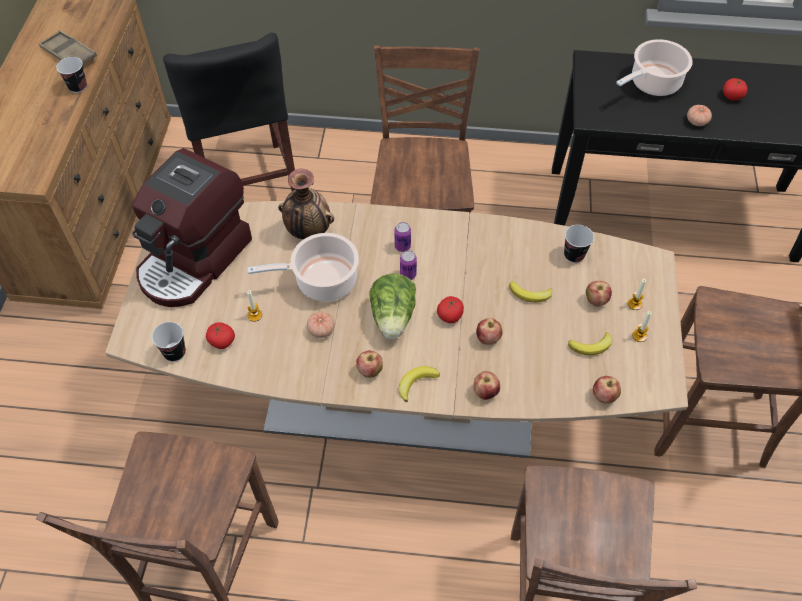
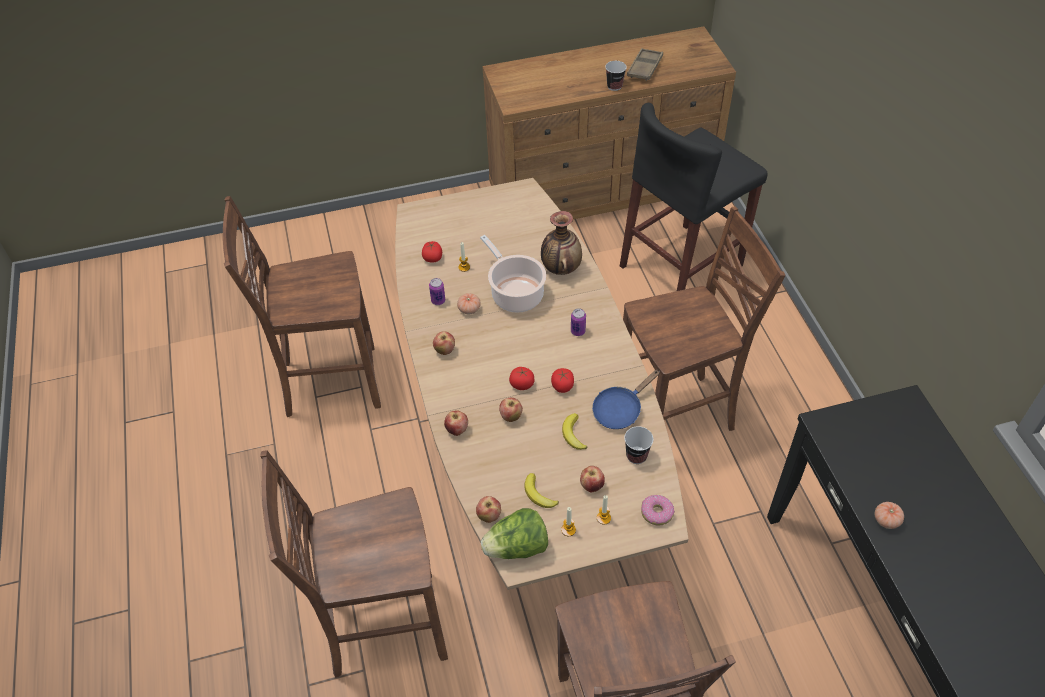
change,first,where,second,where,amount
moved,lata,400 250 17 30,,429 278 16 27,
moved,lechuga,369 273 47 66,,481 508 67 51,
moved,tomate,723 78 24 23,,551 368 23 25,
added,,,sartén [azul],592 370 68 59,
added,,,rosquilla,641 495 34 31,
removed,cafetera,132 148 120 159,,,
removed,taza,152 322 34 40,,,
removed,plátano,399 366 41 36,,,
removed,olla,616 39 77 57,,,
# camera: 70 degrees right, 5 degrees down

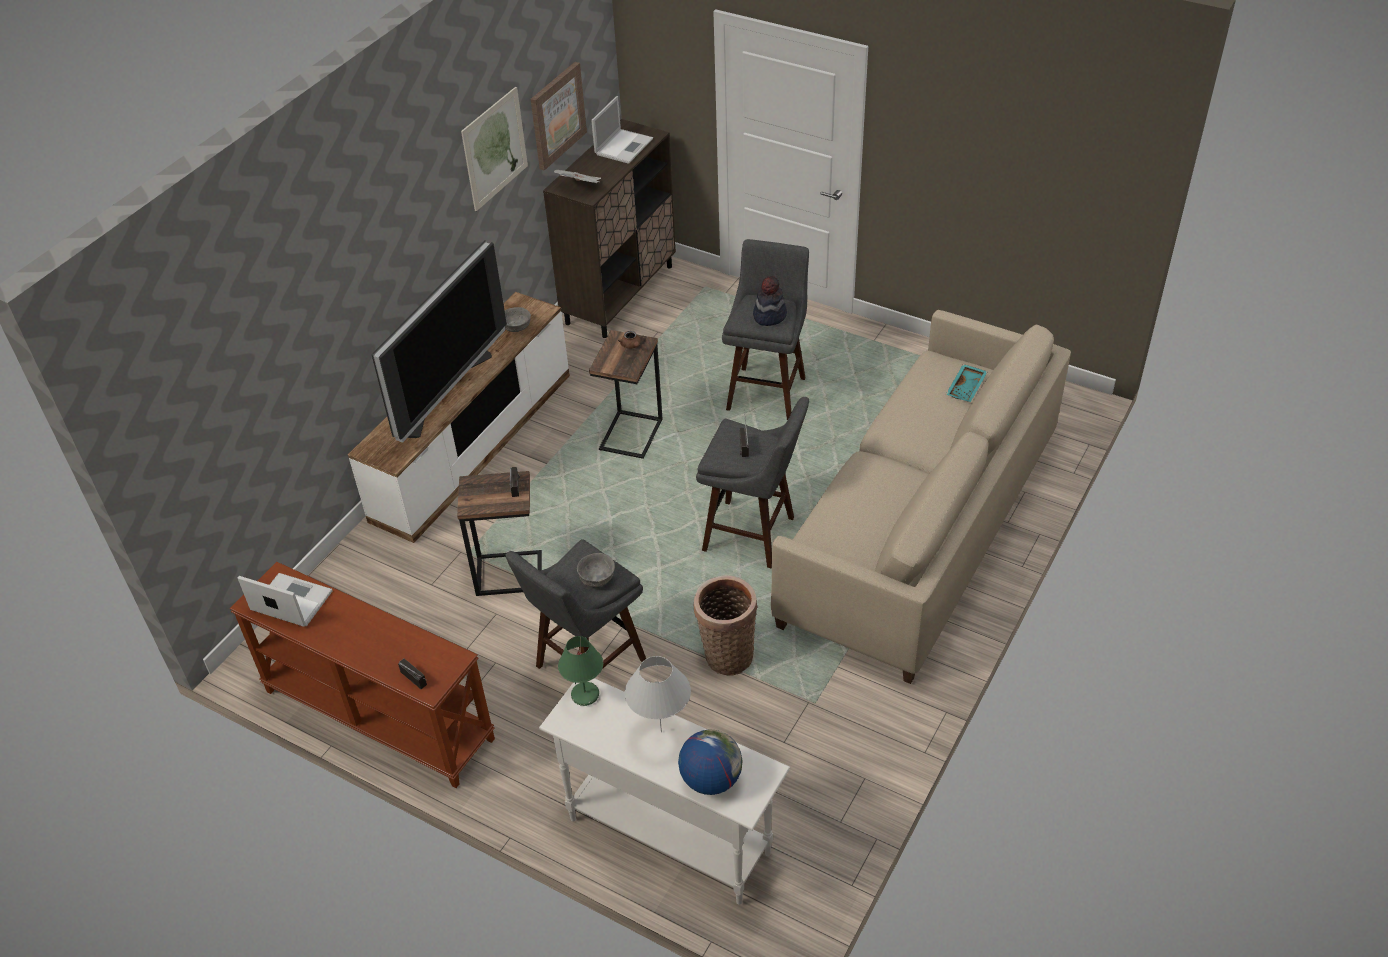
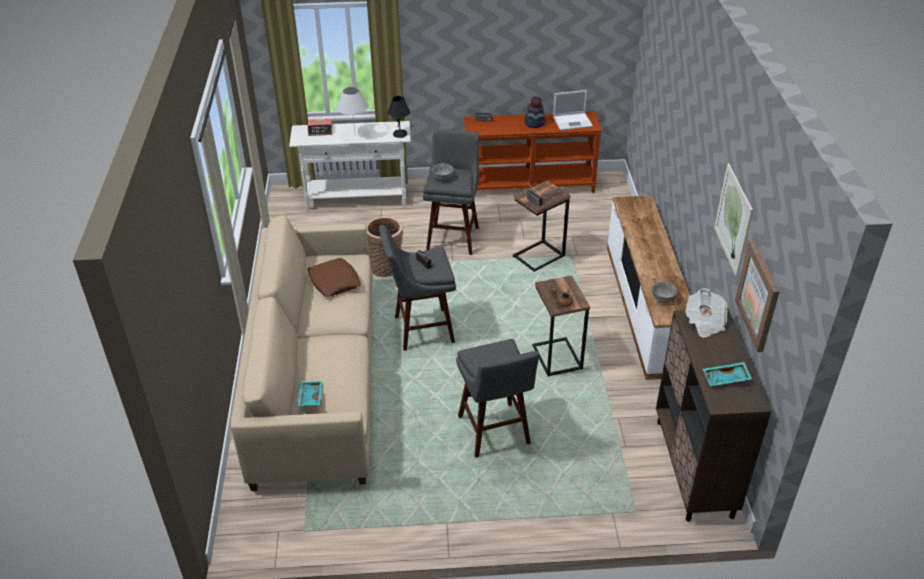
change,first,where,second,where,amount
replaced,globo terráqueo,678 730 65 65,despertador,307 119 26 17,
added,,,cojín [marrón],307 258 54 39,
recoloured,lámpara de mesa [verde],558 636 45 70,lámpara de mesa [negro],388 96 22 42,
moved,sombrero,753 276 34 50,,524 96 22 32,
replaced,portátil,591 96 62 68,bandeja [turquesa],703 362 49 24,
removed,televisor,371 240 136 203,,,
# camera: 145 degrees right, 5 degrees down

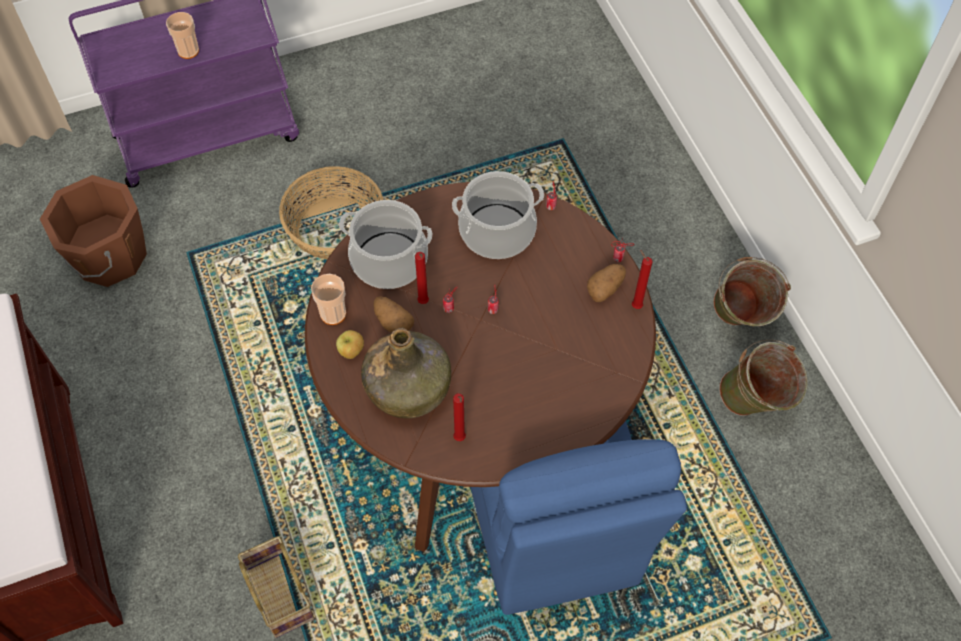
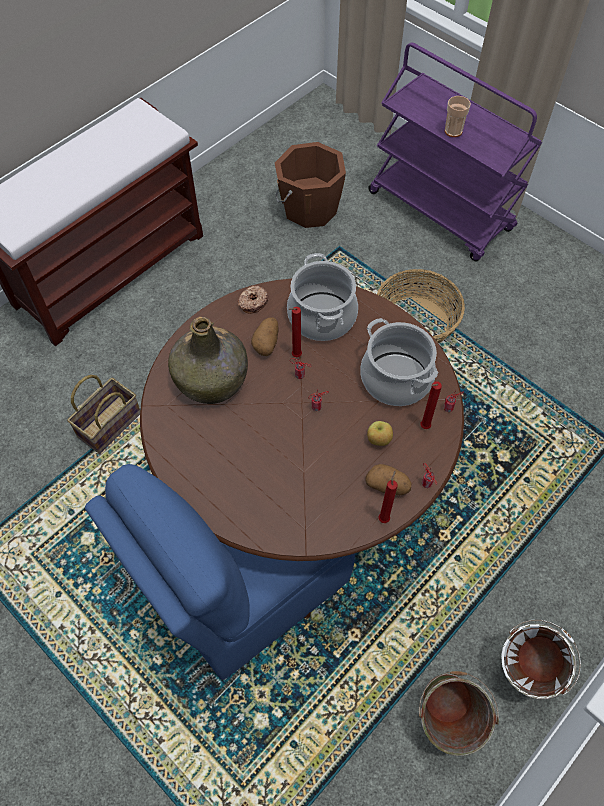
change,first,where,second,where,amount
replaced,taza,311 274 35 51,rosquilla,238 285 31 29,
moved,manzana,336 330 28 29,,367 421 26 25,
moved,vela [rojo],453 393 13 48,,420 381 22 48,
recoloured,cubo [verde],713 257 78 69,cubo [blanco],501 620 80 79,
# camera: 65 degrees right, 0 degrees up

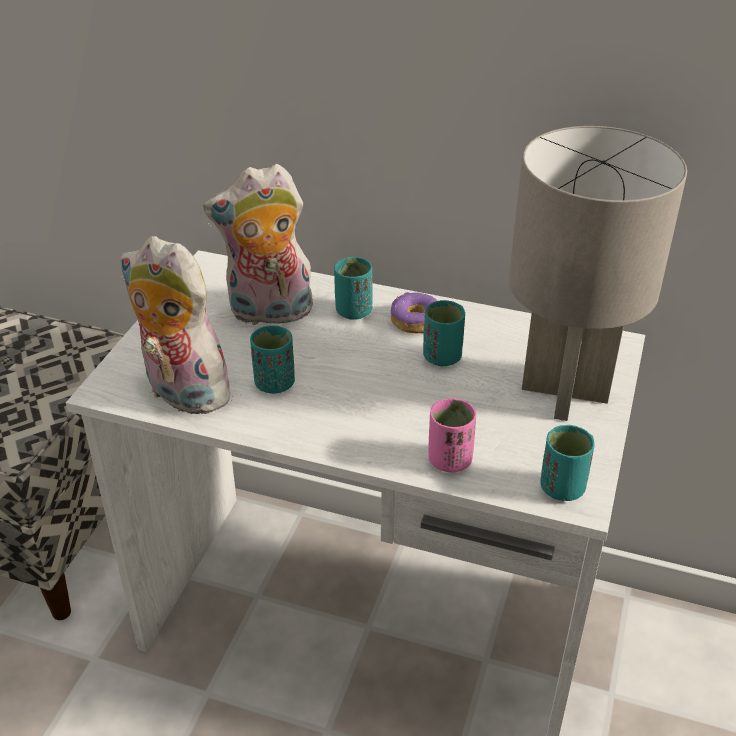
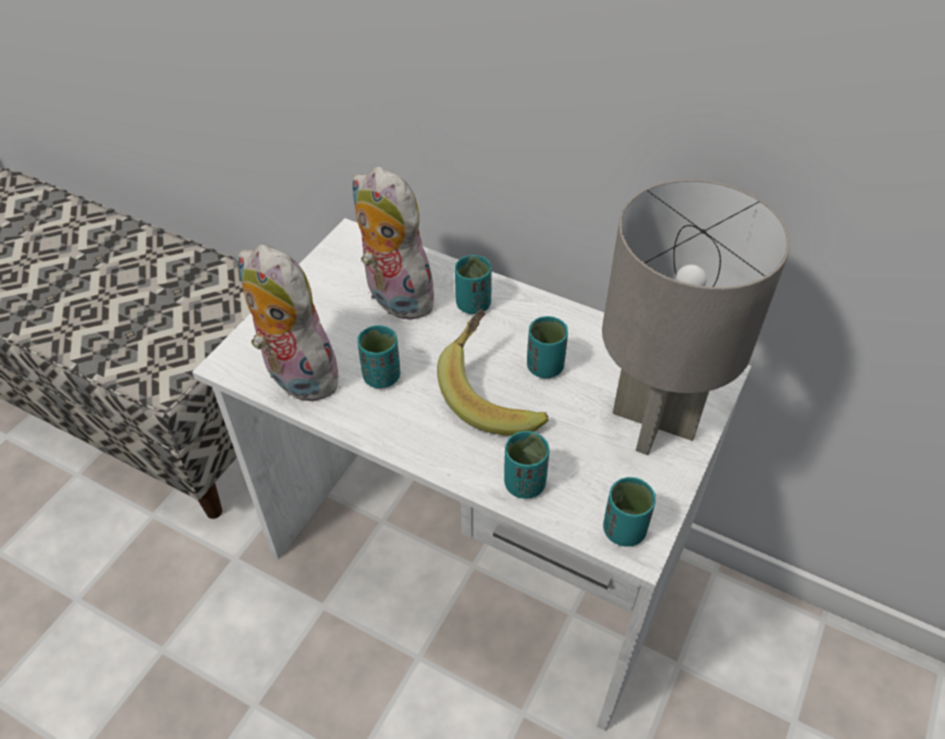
change,first,where,second,where,amount
turned,peluche,203 164 110 161,,352 166 88 154,45 degrees clockwise
added,,,plátano,437 309 112 127,
recoloured,taza [rosa],429 398 47 74,taza [turquesa],504 431 45 68,
removed,rosquilla,391 292 47 41,,,
# camera: 10 degrees right, 10 degrees up

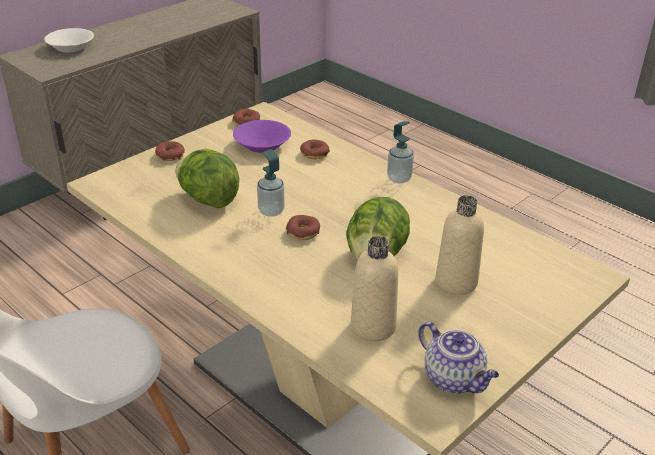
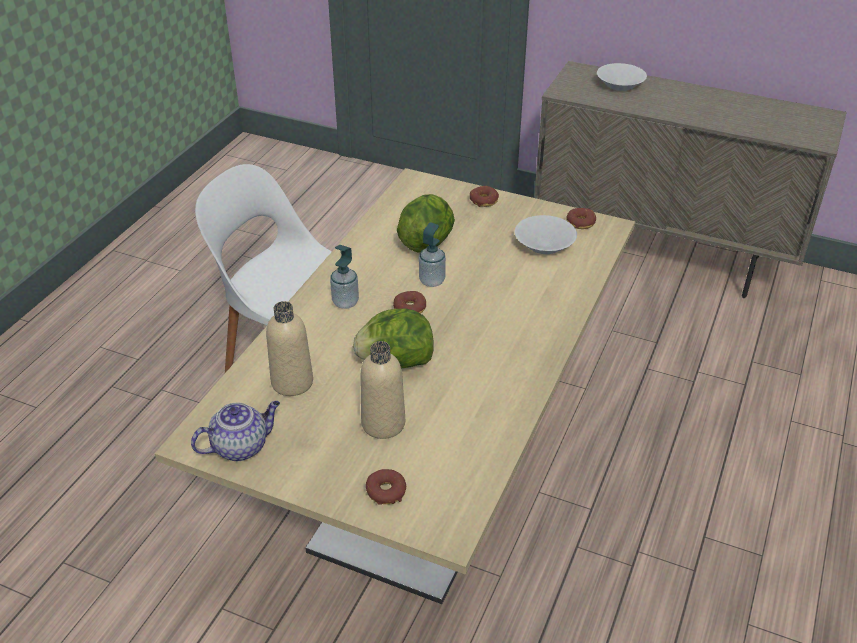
change,first,where,second,where,amount
turned,tetera,418 322 81 71,,191 401 89 60,150 degrees counterclockwise
moved,dispensador de jabón,387 121 27 62,,330 245 29 64,
moved,rosquilla,300 139 30 20,,366 469 40 36,
recoloured,cuenco [morado],233 120 58 33,cuenco [blanco],515 215 62 39,
# camera: 70 degrees right, 5 degrees up

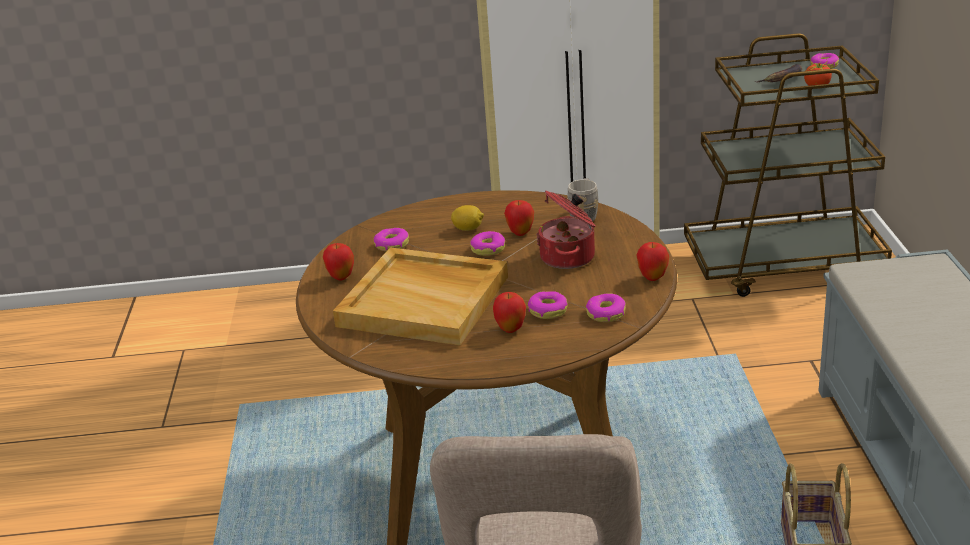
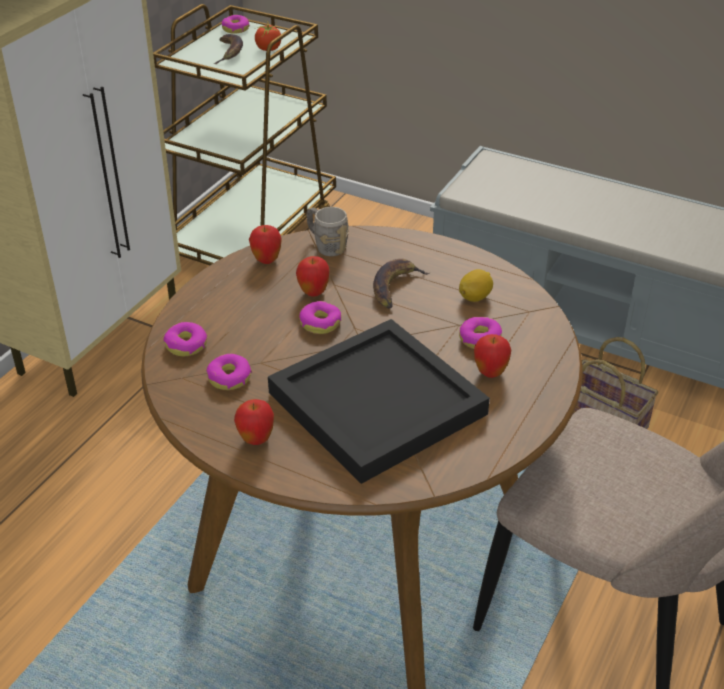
change,first,where,second,where,amount
moved,rosquilla,586 293 40 29,,163 322 44 34,
moved,manzana,636 242 33 39,,249 225 33 39,
recoloured,bandeja [beis],333 247 175 99,bandeja [negro],268 319 222 165,
replaced,olla,536 191 60 78,plátano,373 259 56 50,
moved,limón,451 205 33 26,,459 269 34 33,
# camera: 60 degrees left, 10 degrees up

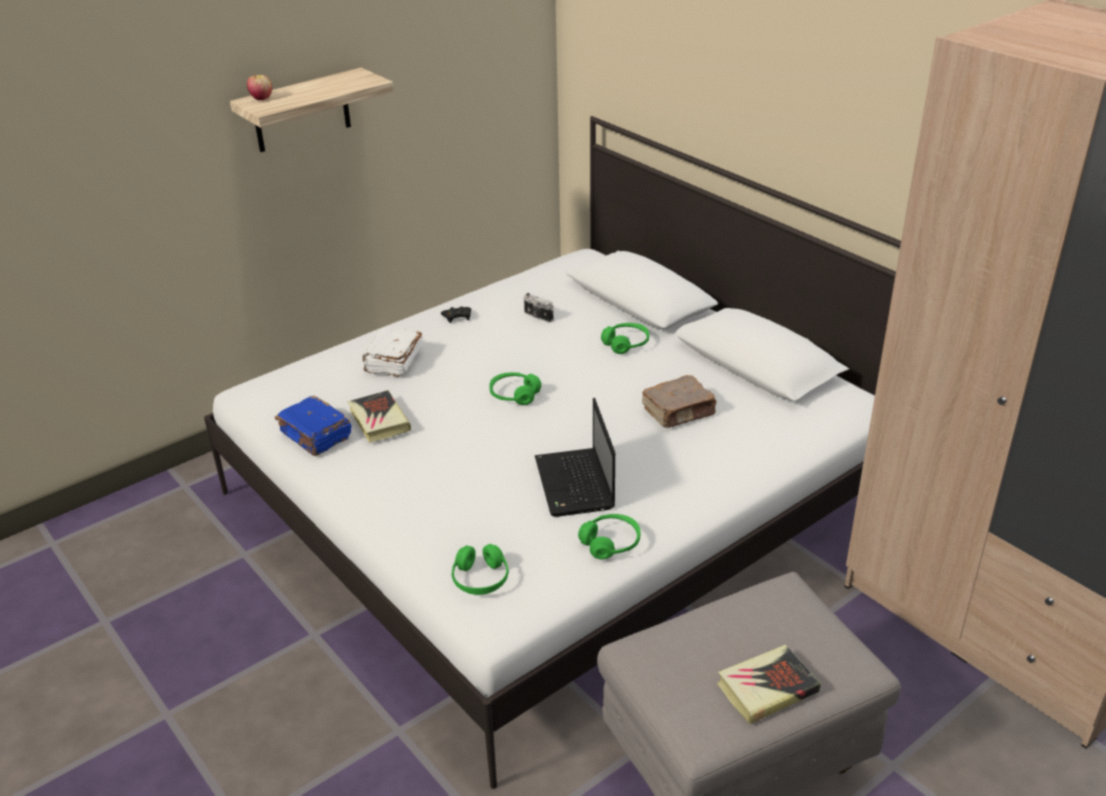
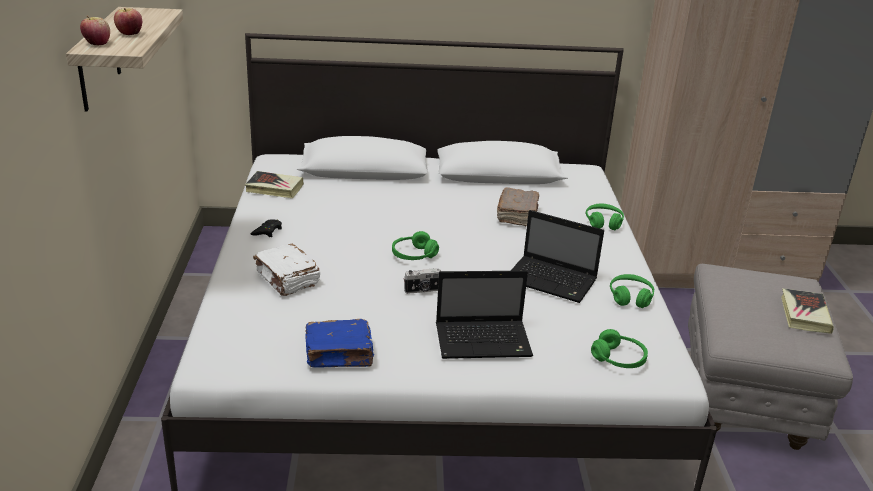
change,first,where,second,where,amount
added,,,manzana,114 8 28 27,
moved,libro,347 390 64 53,,245 171 59 27,
moved,cámara,524 293 29 30,,404 268 37 26,
added,,,portátil,436 271 97 88,
moved,auriculares [verde],601 323 48 31,,586 203 38 27,
# camera: 55 degrees left, 5 degrees down

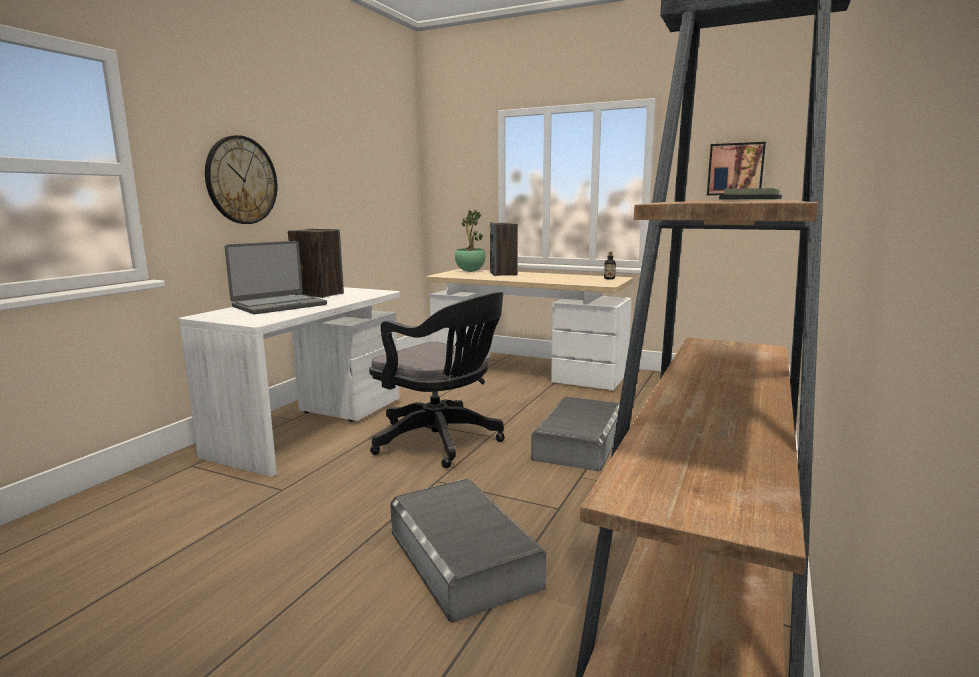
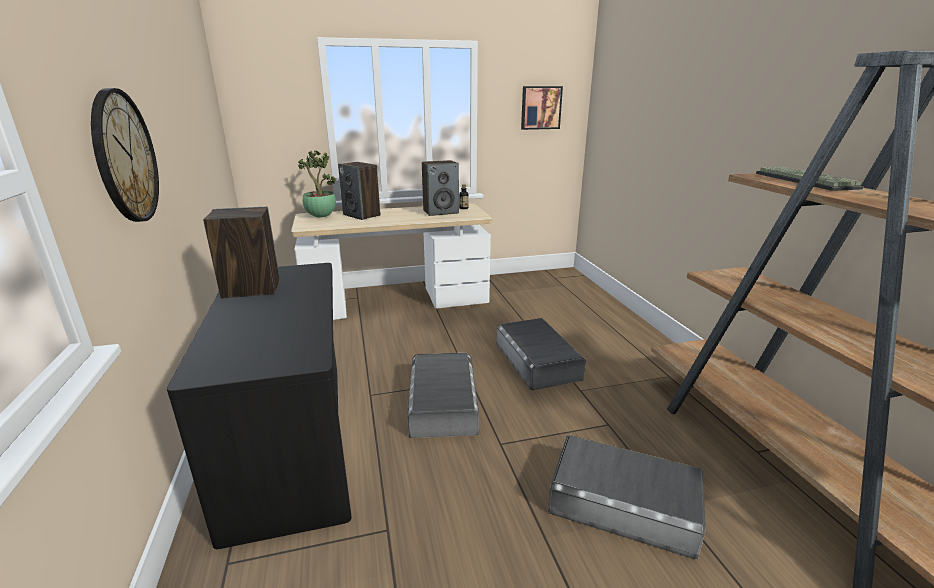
change,first,where,second,where,amount
recoloured,escritorio [blanco],179 287 221 189,escritorio [negro],167 263 185 286,
replaced,silla de oficina [negro],369 292 136 176,caja de almacenaje [gris],408 353 71 85,
added,,,altavoz,422 160 37 56,
removed,portátil,225 241 102 73,,,
# camera: 40 degrees left, 10 degrees up

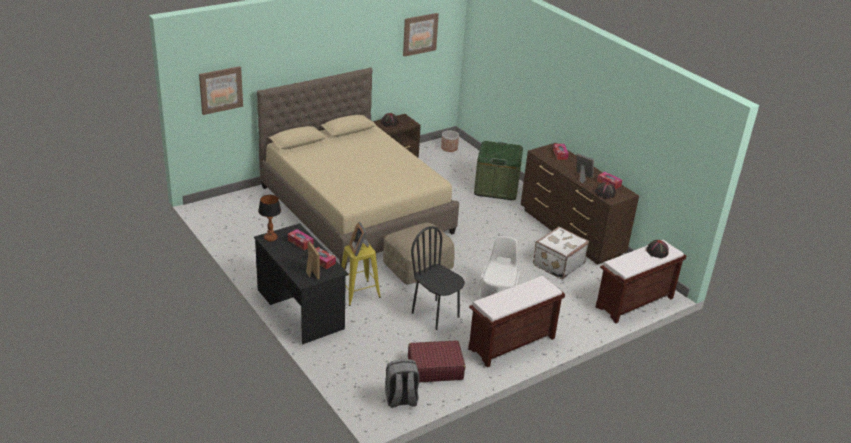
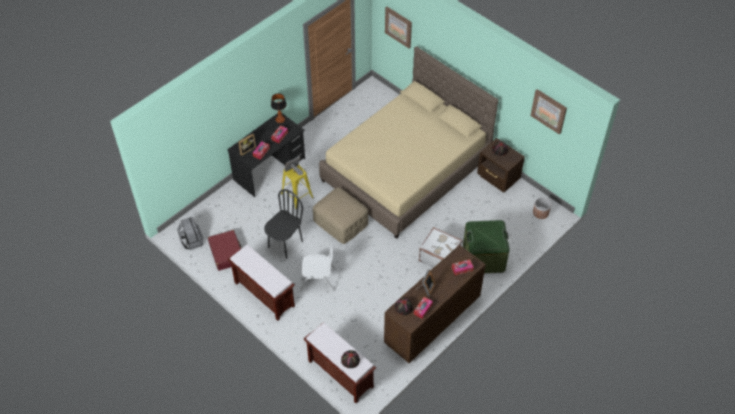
change,first,where,second,where,amount
moved,maleta [blanco],533 226 56 53,,419 227 43 40,
# camera: 80 degrees right, 20 degrees up

